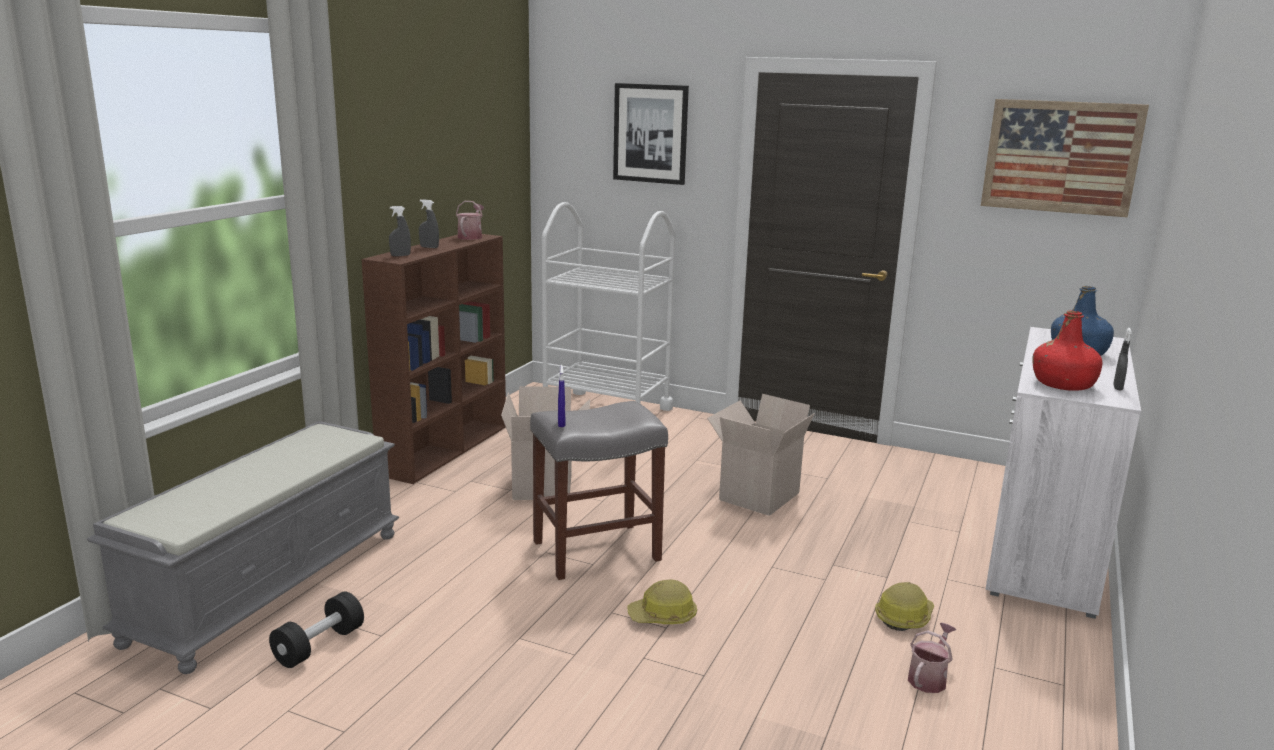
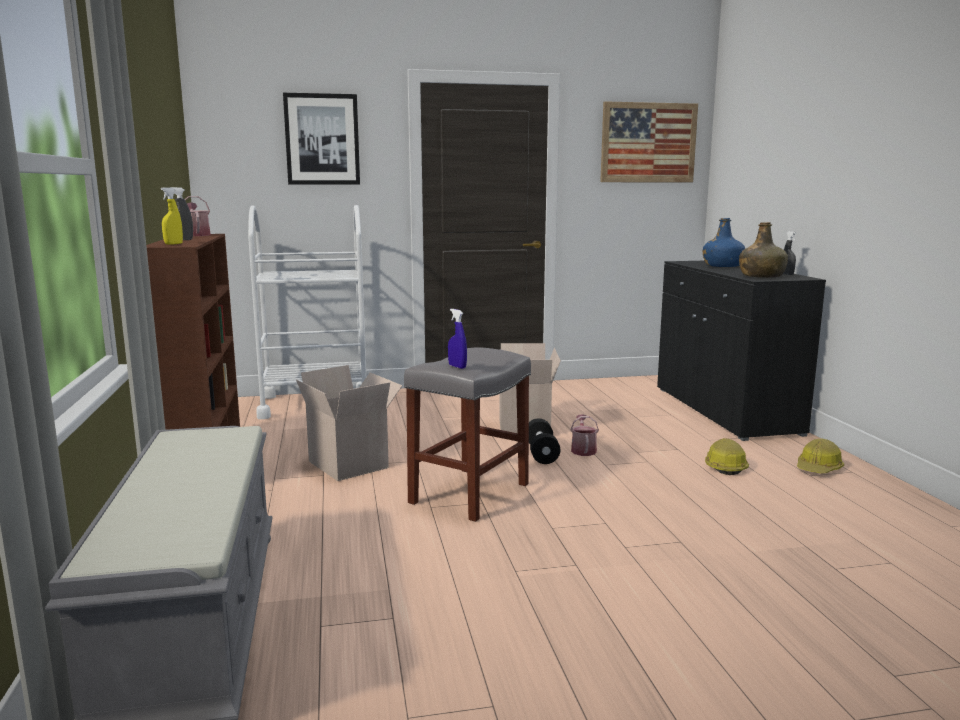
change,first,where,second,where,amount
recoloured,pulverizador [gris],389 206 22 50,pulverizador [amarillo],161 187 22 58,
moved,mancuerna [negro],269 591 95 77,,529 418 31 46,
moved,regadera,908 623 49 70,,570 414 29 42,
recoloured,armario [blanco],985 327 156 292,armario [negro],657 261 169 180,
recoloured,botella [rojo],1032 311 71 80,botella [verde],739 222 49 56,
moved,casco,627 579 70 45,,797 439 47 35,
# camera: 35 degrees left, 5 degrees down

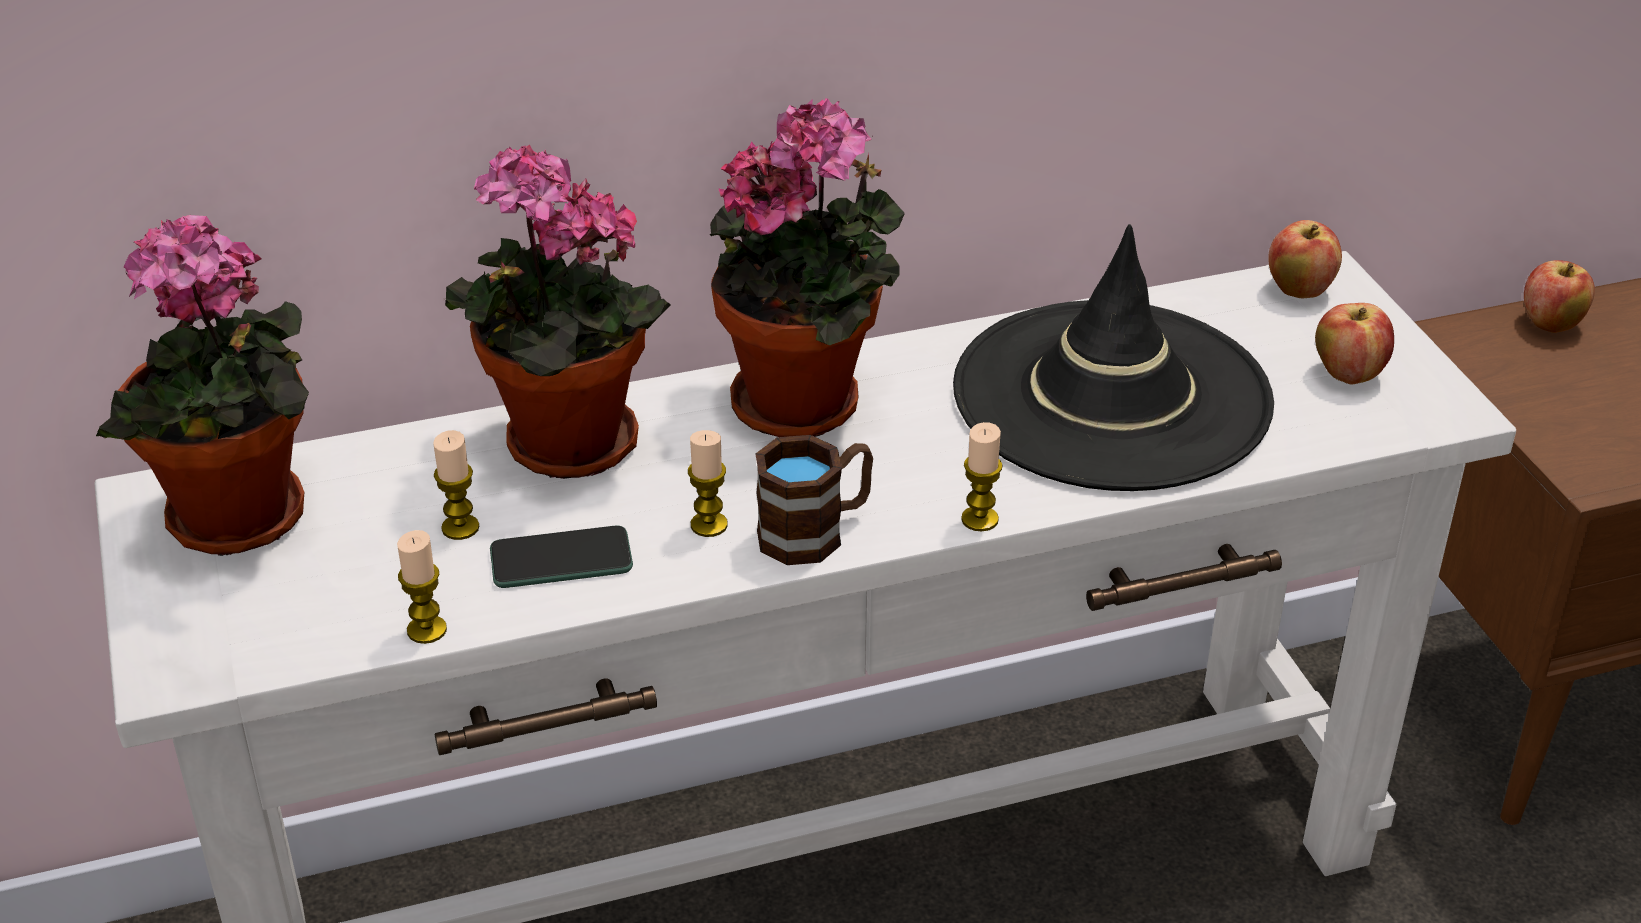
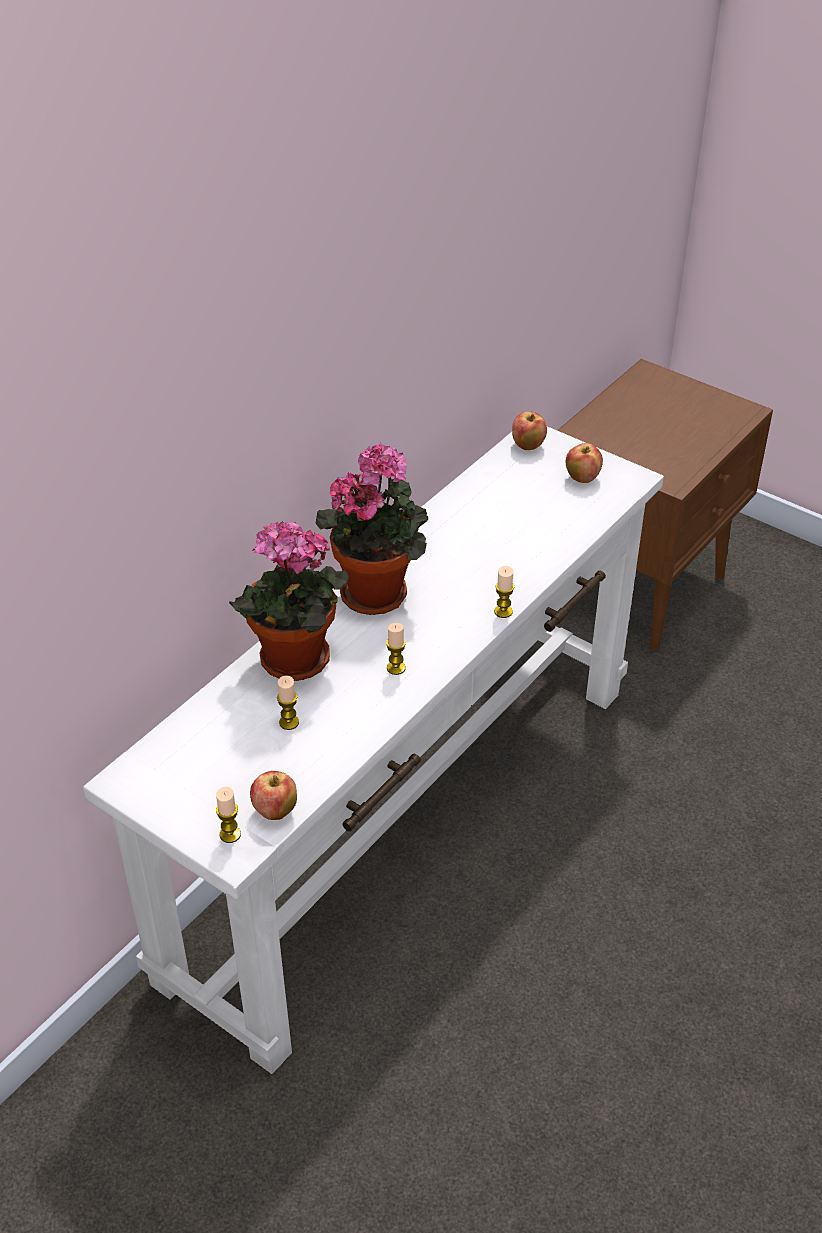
change,first,where,second,where,amount
moved,vela,397 530 50 114,,216 787 25 56,
moved,manzana,1524 260 71 73,,250 771 47 49,
removed,planta en maceta,96 215 213 341,,,
removed,móvil,490 525 143 63,,,
removed,taza grande [marrón],755 435 118 130,,,
removed,sombrero [negro],953 224 321 267,,,
# camera: 35 degrees left, 5 degrees up

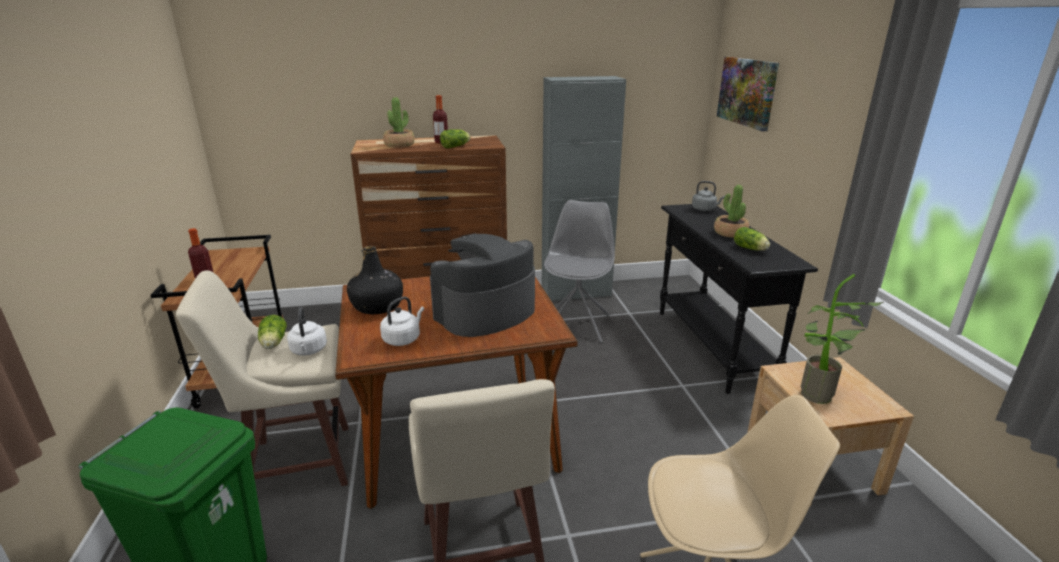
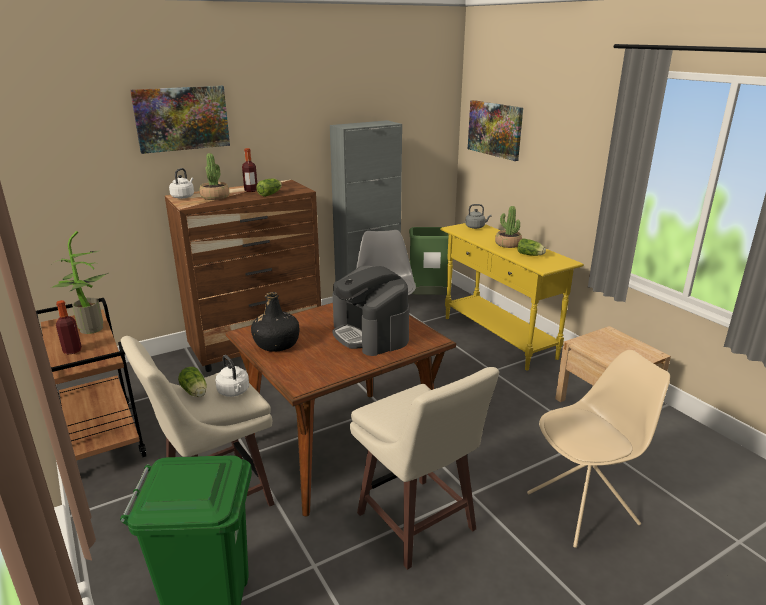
change,first,where,second,where,amount
moved,planta en maceta,801 274 83 130,,50 231 59 103,
added,,,cuadro,130 86 100 68,
moved,hervidor [blanco],380 296 44 50,,169 168 25 31,
turned,cafetera,430 234 105 103,,333 266 76 90,60 degrees counterclockwise
added,,,papelera [verde],409 227 44 68,
recoloured,mesa consola [negro],660 204 158 190,mesa consola [amarillo],440 223 144 148,
# camera: 20 degrees left, 0 degrees up

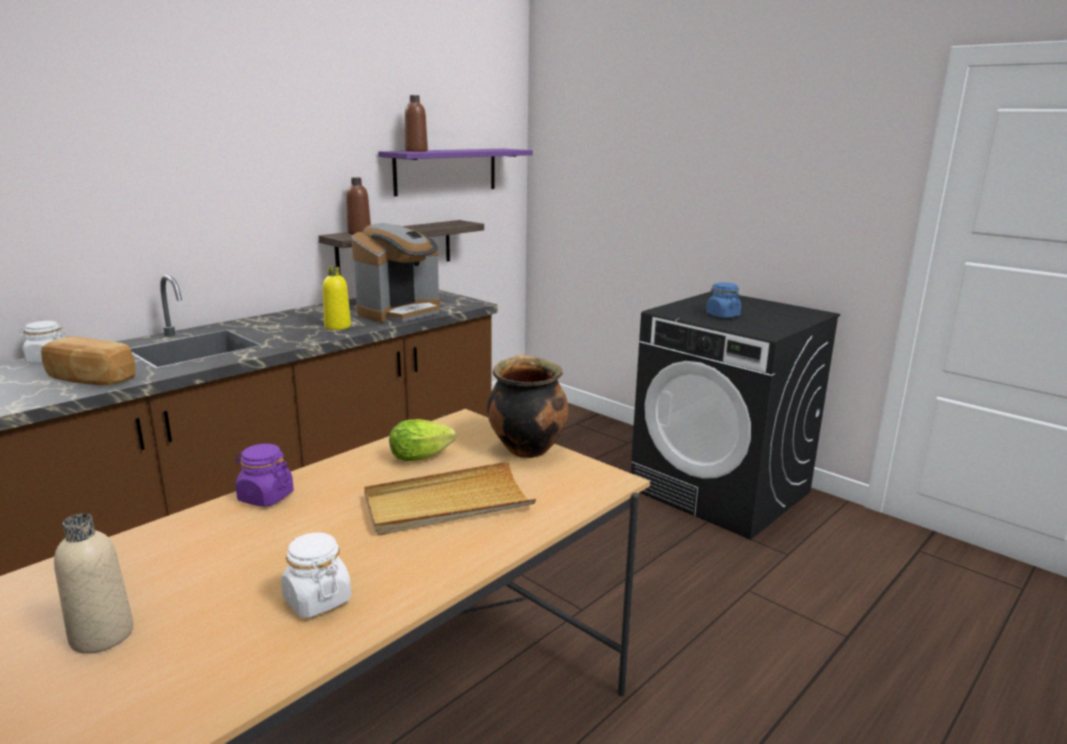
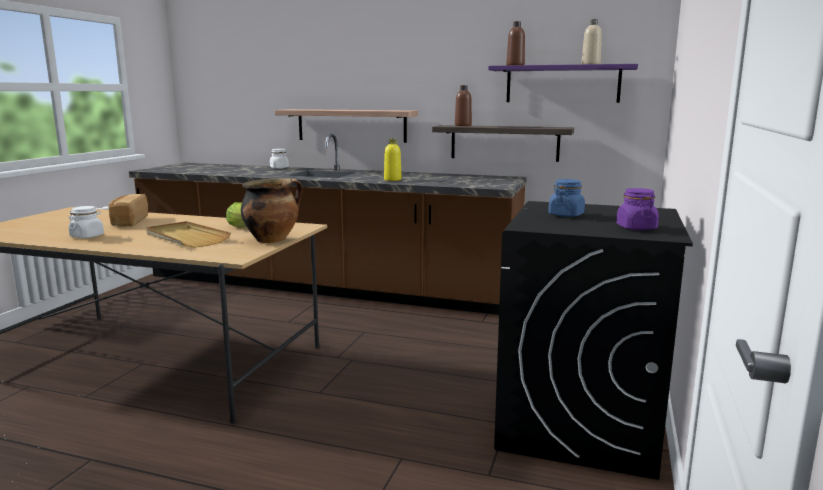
change,first,where,second,where,amount
moved,pan,41 336 94 50,,109 194 39 33,
added,,,estante,275 109 143 34,
moved,botella [beis],54 514 79 140,,581 19 21 45,
moved,tarro [morado],235 444 59 63,,616 188 43 42,
removed,cafetera,351 223 89 100,,,
# camera: 65 degrees right, 5 degrees down

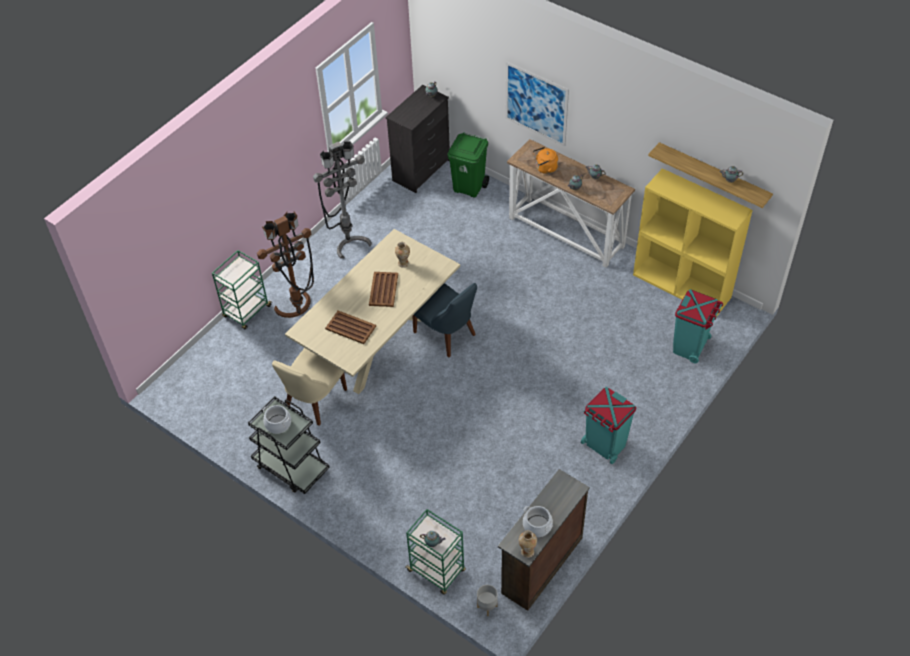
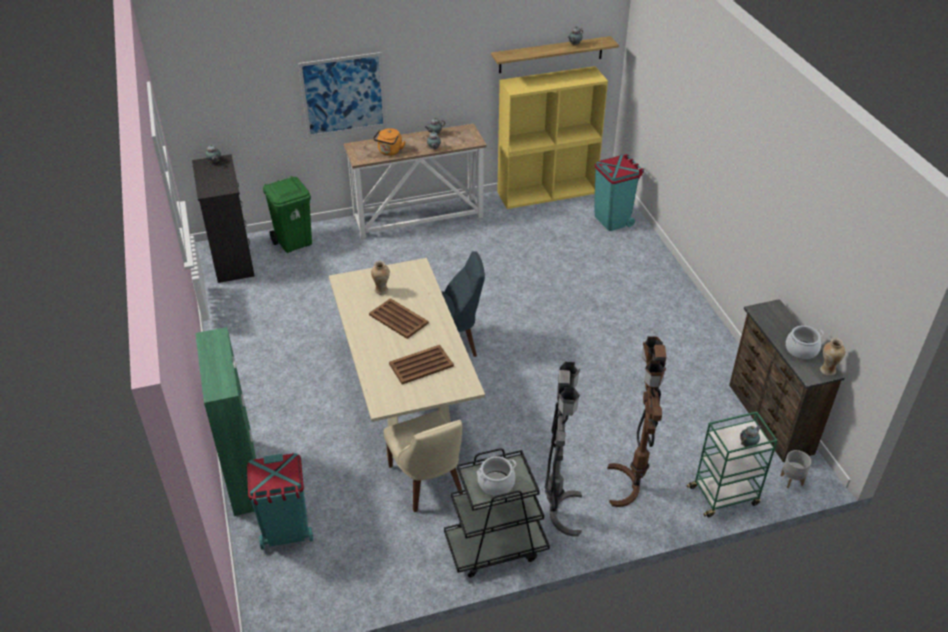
change,first,where,second,where,amount
replaced,carrito [verde],212 250 60 79,armario [verde],195 327 61 189,
moved,papelera [turquesa],581 387 55 77,,247 453 66 97,
moved,lámpara de pie [gris],313 141 59 118,,544 362 38 174,
moved,lámpara de pie [marrón],257 212 57 106,,607 336 59 171,
# camera: 55 degrees left, 10 degrees down

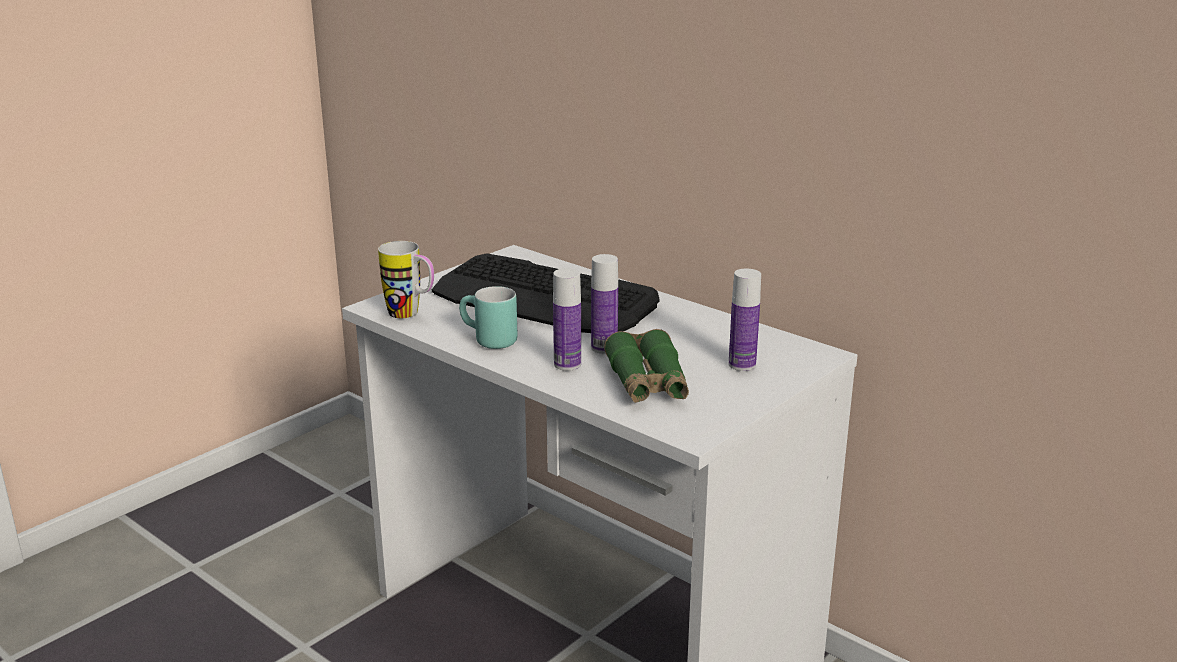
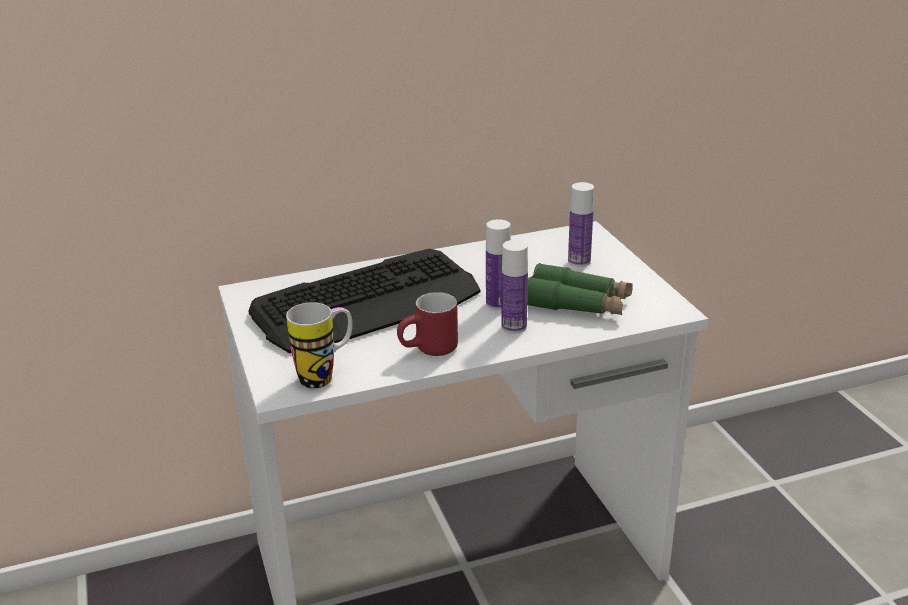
change,first,where,second,where,amount
recoloured,taza grande [turquesa],459 286 59 63,taza grande [rojo],397 292 61 64,
# camera: 60 degrees left, 5 degrees up

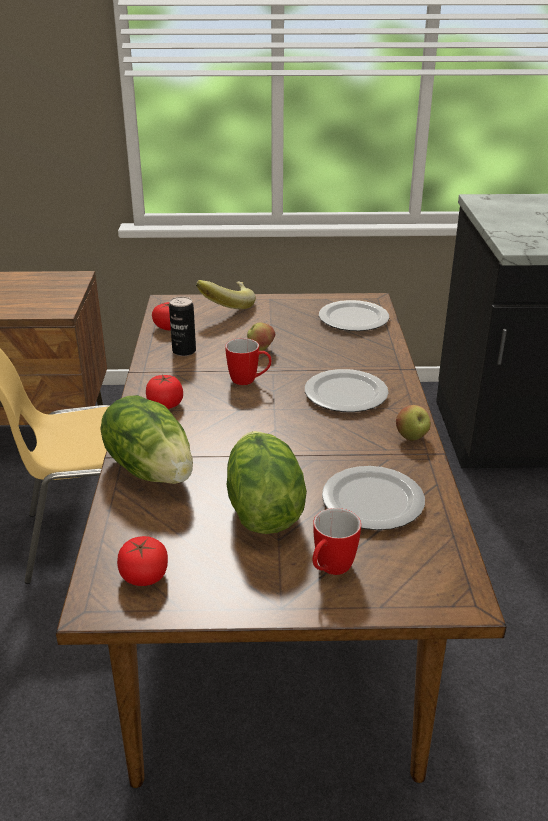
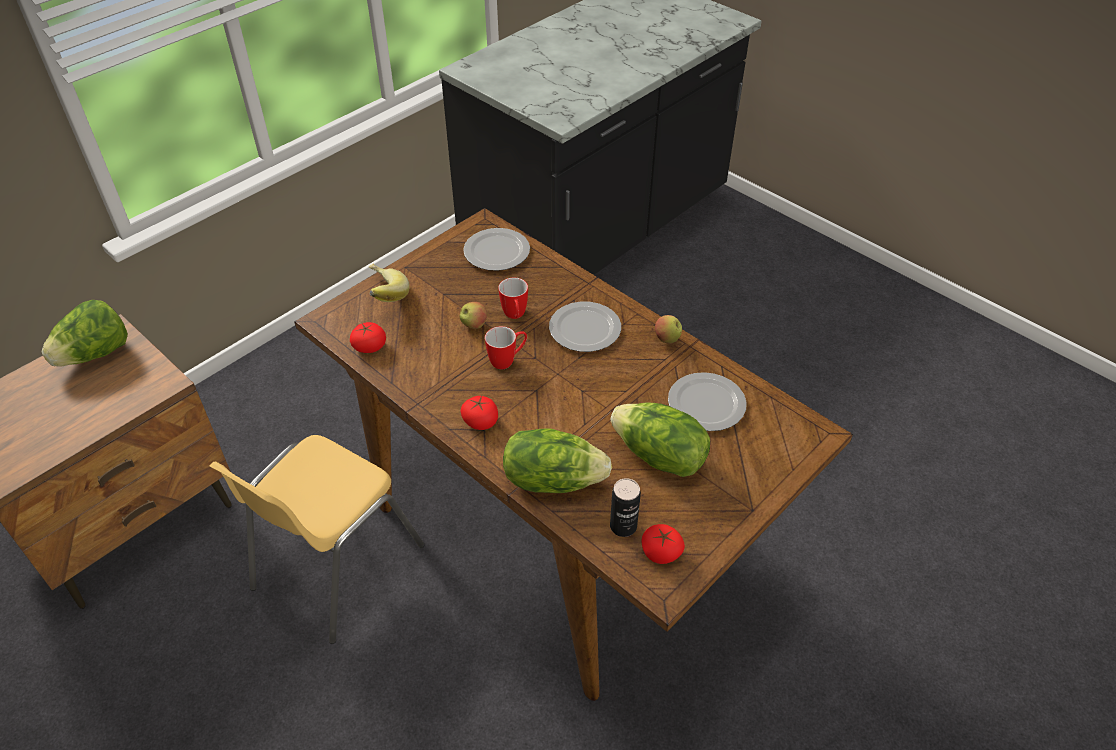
change,first,where,second,where,amount
added,,,lechuga,42 300 86 66,
moved,taza grande,313 508 48 67,,498 278 30 41,
moved,lata,169 297 27 59,,610 478 31 59,
# camera: 45 degrees left, 15 degrees up

